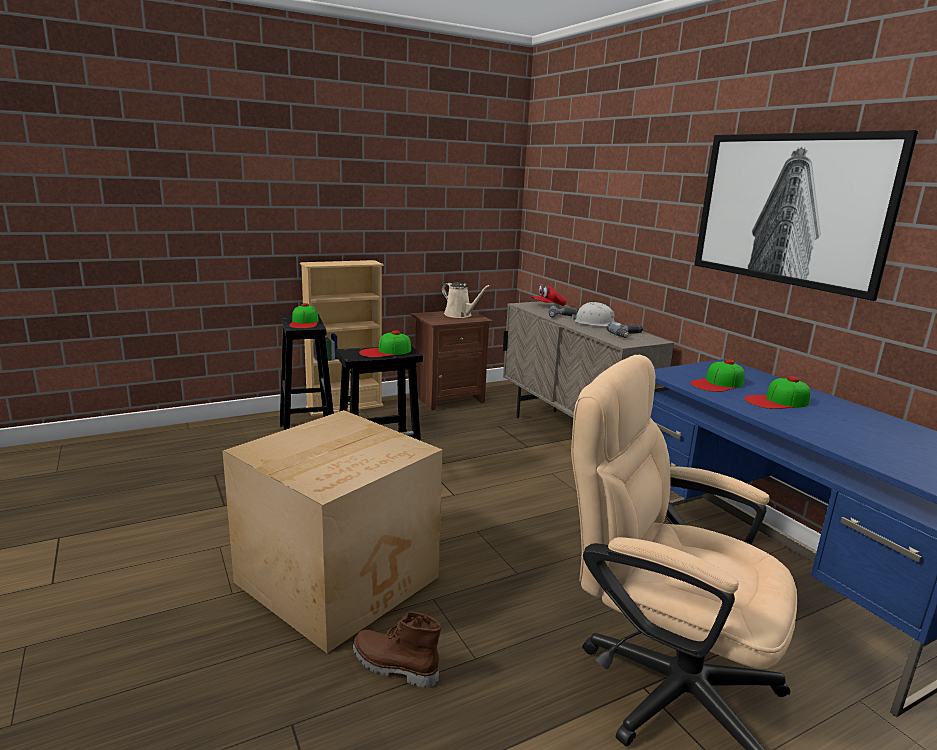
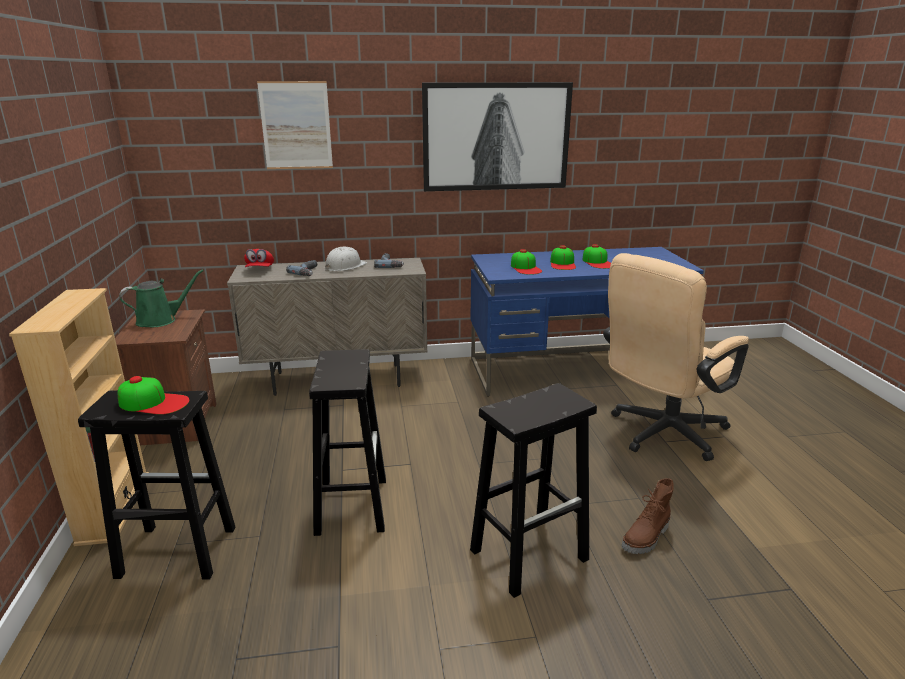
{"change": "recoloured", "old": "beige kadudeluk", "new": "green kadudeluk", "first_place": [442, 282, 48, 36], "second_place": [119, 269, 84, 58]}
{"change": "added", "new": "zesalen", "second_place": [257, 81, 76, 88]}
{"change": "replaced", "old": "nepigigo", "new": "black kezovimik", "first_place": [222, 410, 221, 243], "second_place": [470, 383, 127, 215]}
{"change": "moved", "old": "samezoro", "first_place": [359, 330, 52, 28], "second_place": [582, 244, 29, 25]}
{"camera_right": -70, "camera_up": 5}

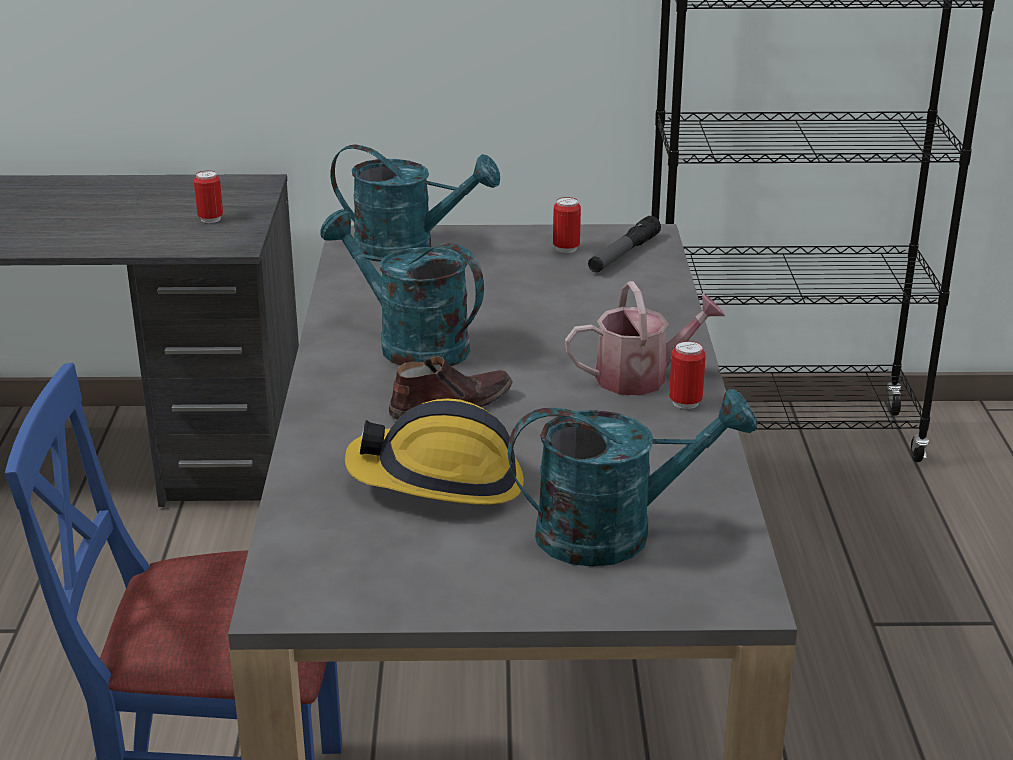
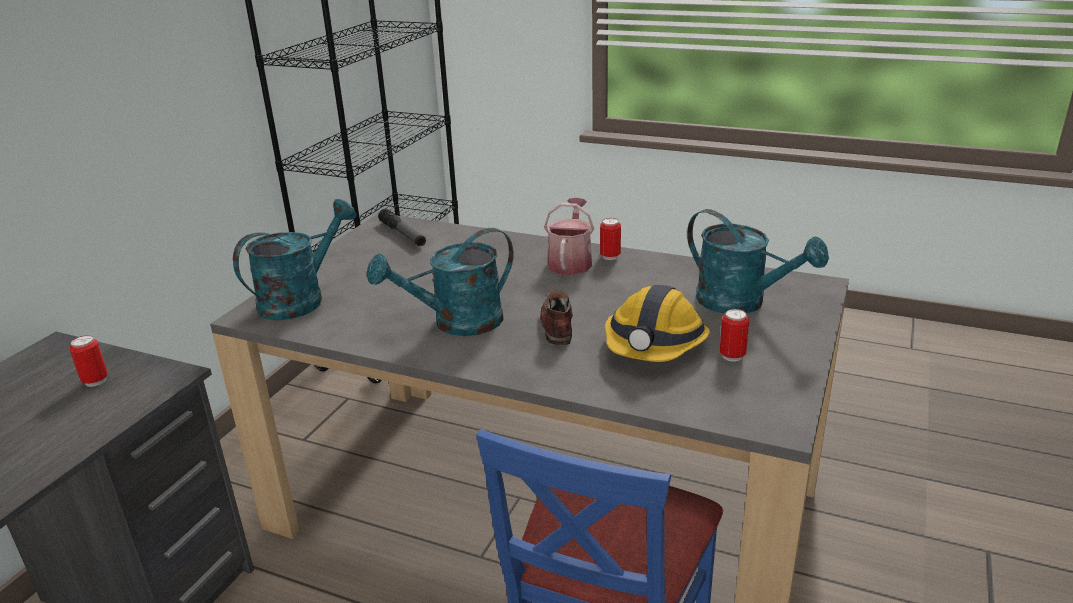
{"change": "turned", "old": "turquoise kadudeluk", "first_place": [508, 389, 249, 178], "second_place": [687, 209, 142, 105], "degrees": 120}
{"change": "moved", "old": "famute", "first_place": [553, 197, 28, 56], "second_place": [720, 309, 29, 53]}
{"camera_right": -65, "camera_up": 0}

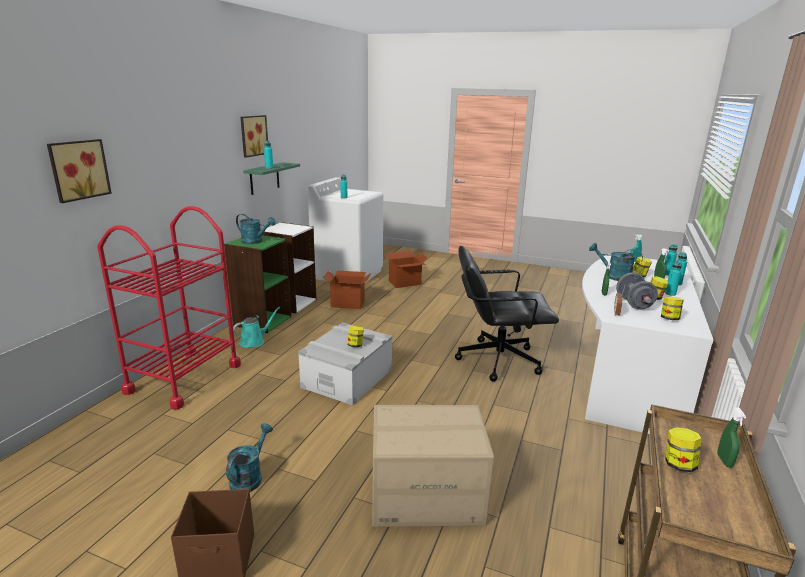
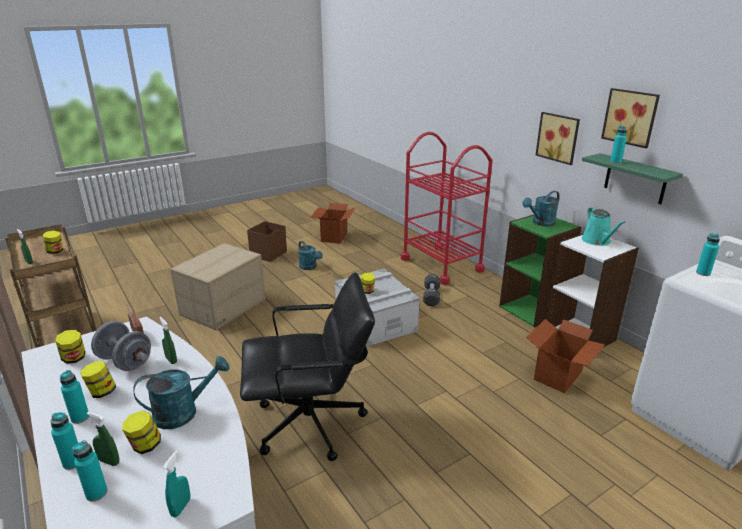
{"change": "turned", "old": "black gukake", "first_place": [455, 246, 104, 136], "second_place": [240, 272, 135, 189], "degrees": 45}
{"change": "moved", "old": "nepigigo", "first_place": [385, 251, 43, 37], "second_place": [311, 203, 45, 41]}
{"change": "added", "new": "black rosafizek", "second_place": [423, 274, 17, 32]}
{"change": "moved", "old": "zesalen", "first_place": [47, 139, 65, 64], "second_place": [536, 112, 44, 53]}
{"change": "moved", "old": "turquoise kadudeluk", "first_place": [233, 307, 47, 41], "second_place": [582, 207, 43, 39]}
{"camera_right": 125, "camera_up": 5}

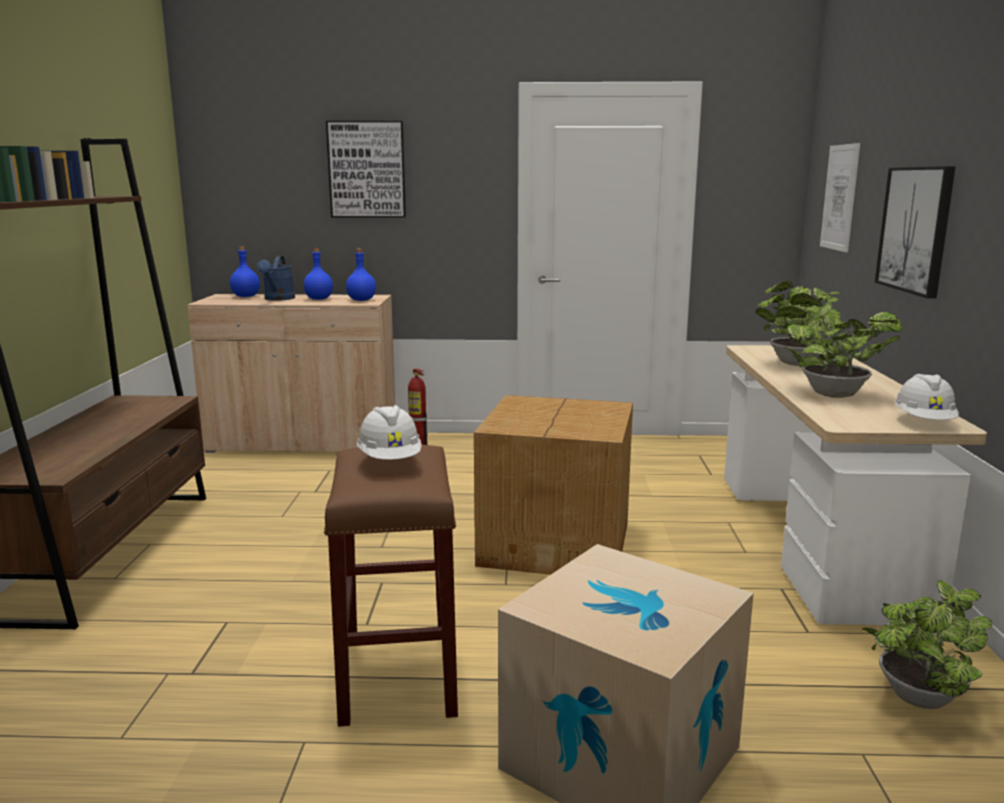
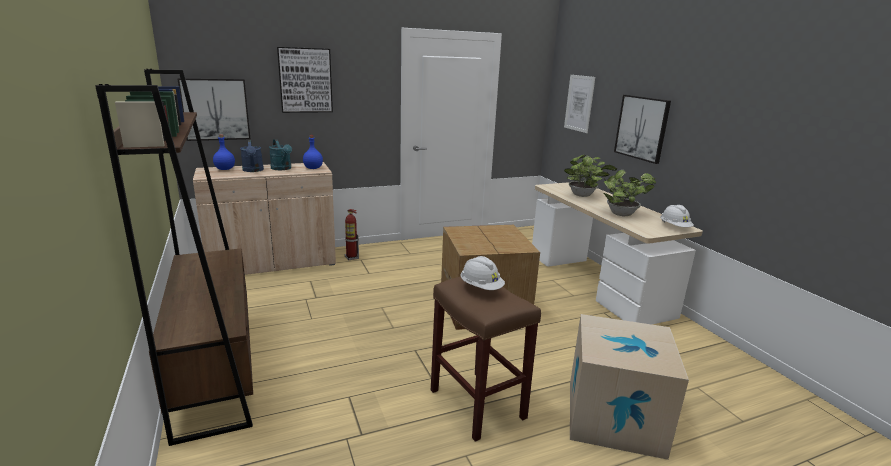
{"change": "added", "new": "zesalen", "second_place": [177, 78, 74, 63]}
{"change": "replaced", "old": "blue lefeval", "new": "turquoise kadudeluk", "first_place": [303, 248, 30, 52], "second_place": [269, 139, 23, 31]}
{"change": "removed", "old": "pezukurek", "first_place": [862, 580, 130, 129]}
{"camera_right": -25, "camera_up": 5}

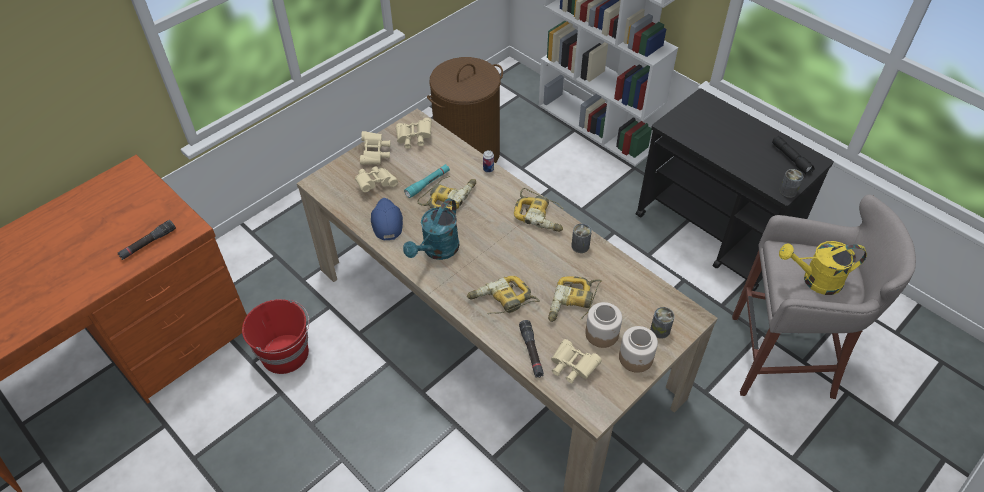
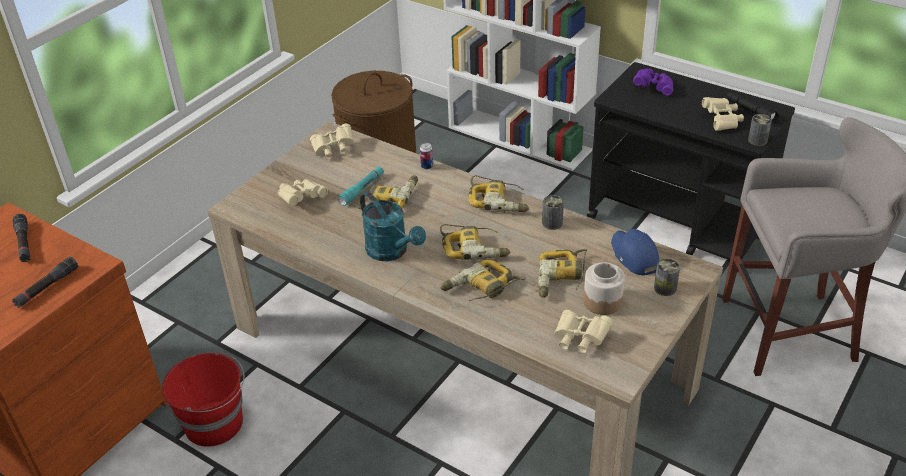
{"change": "moved", "old": "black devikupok", "first_place": [519, 320, 25, 58], "second_place": [13, 214, 17, 48]}
{"change": "turned", "old": "turquoise kadudeluk", "first_place": [403, 198, 57, 62], "second_place": [360, 192, 66, 69], "degrees": -60}
{"change": "added", "new": "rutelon", "second_place": [440, 224, 71, 36]}
{"change": "moved", "old": "blue samezoro", "first_place": [371, 198, 32, 42], "second_place": [611, 229, 48, 47]}
{"change": "added", "new": "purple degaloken", "second_place": [633, 69, 41, 27]}
{"change": "moved", "old": "beige degaloken", "first_place": [360, 131, 30, 34], "second_place": [702, 97, 42, 34]}
{"change": "removed", "old": "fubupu", "first_place": [619, 326, 39, 47]}
{"change": "removed", "old": "yellow kadudeluk", "first_place": [779, 241, 88, 54]}
{"camera_right": -10, "camera_up": -10}

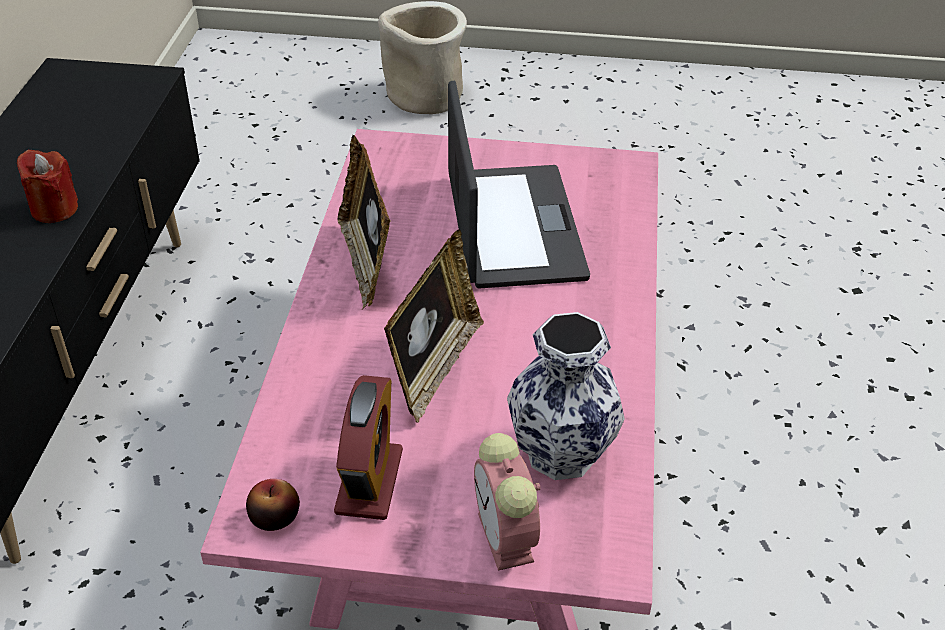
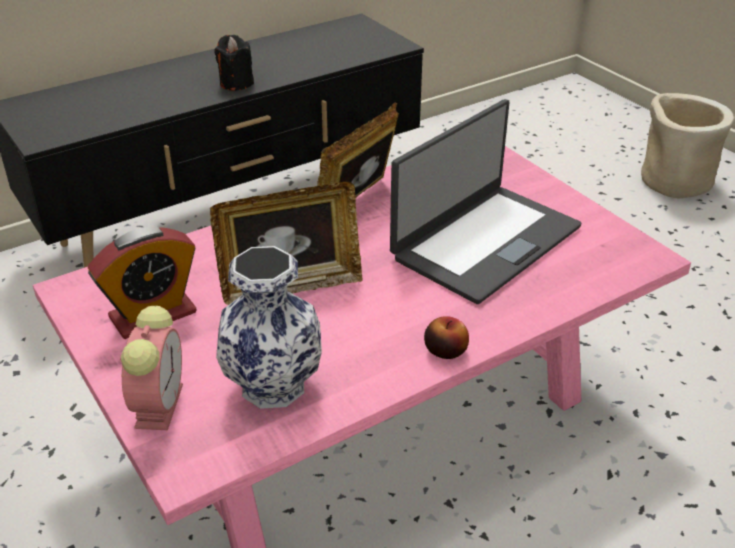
{"change": "turned", "old": "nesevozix", "first_place": [474, 433, 67, 138], "second_place": [120, 306, 63, 124], "degrees": 150}
{"change": "recoloured", "old": "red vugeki", "new": "black vugeki", "first_place": [17, 149, 61, 74], "second_place": [214, 35, 40, 56]}
{"change": "moved", "old": "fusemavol", "first_place": [246, 479, 54, 52], "second_place": [424, 316, 45, 43]}
{"camera_right": 50, "camera_up": -5}

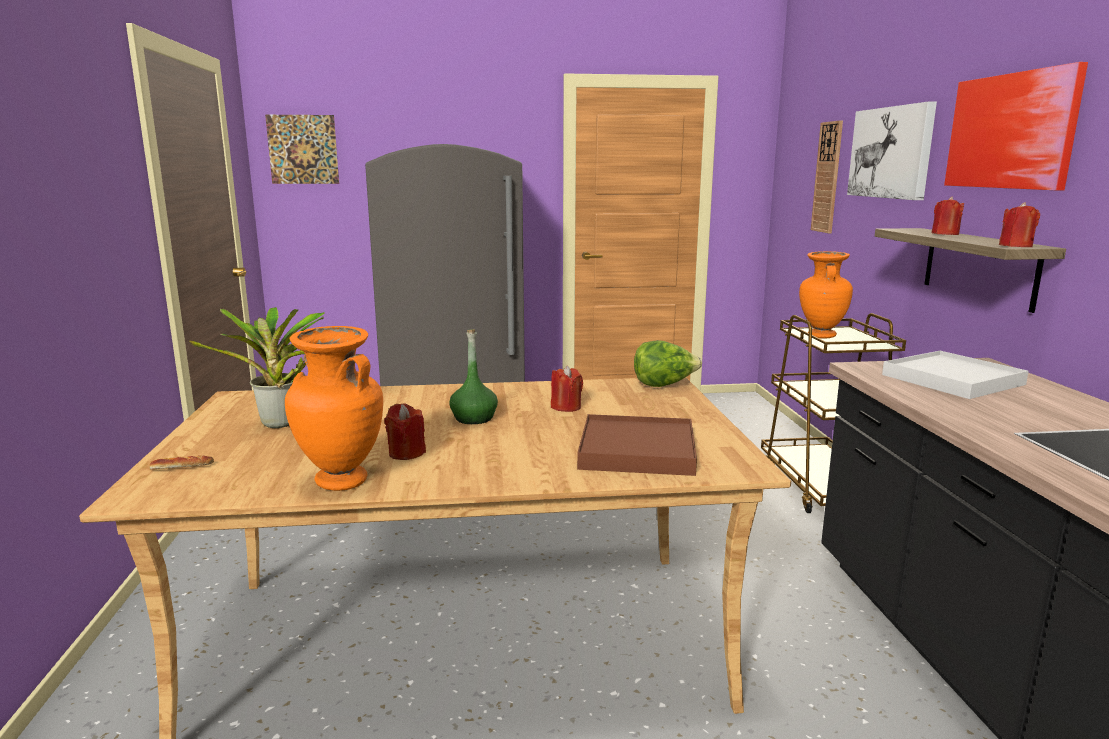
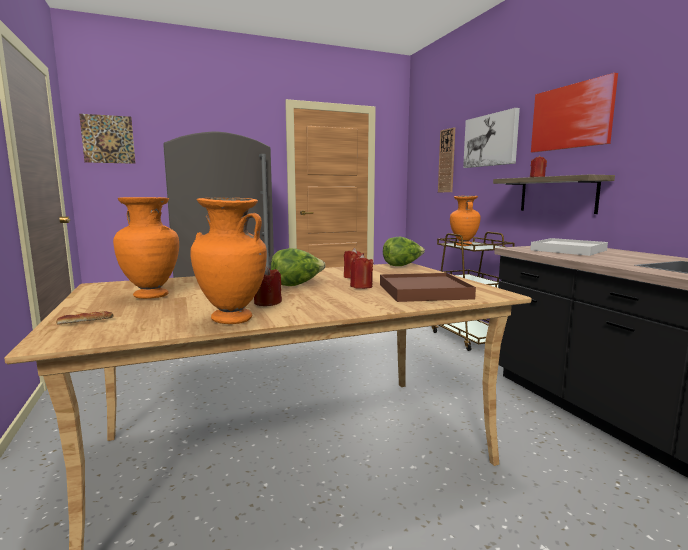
{"change": "replaced", "old": "pezukurek", "new": "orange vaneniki", "first_place": [189, 307, 136, 121], "second_place": [113, 197, 66, 102]}
{"change": "replaced", "old": "green lefeval", "new": "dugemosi", "first_place": [449, 329, 49, 95], "second_place": [271, 248, 54, 38]}
{"change": "moved", "old": "red vugeki", "first_place": [999, 202, 41, 45], "second_place": [350, 254, 23, 35]}
{"camera_right": -15, "camera_up": -5}

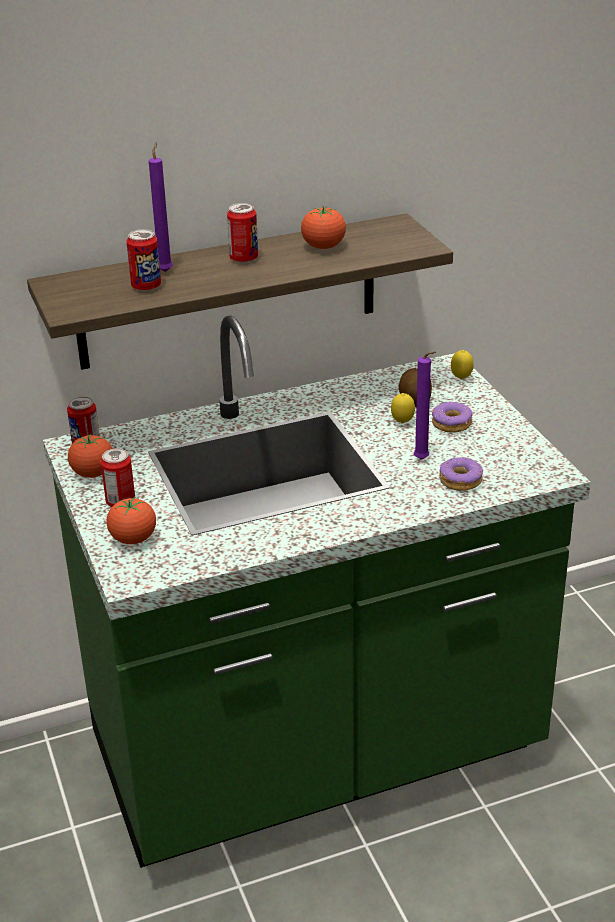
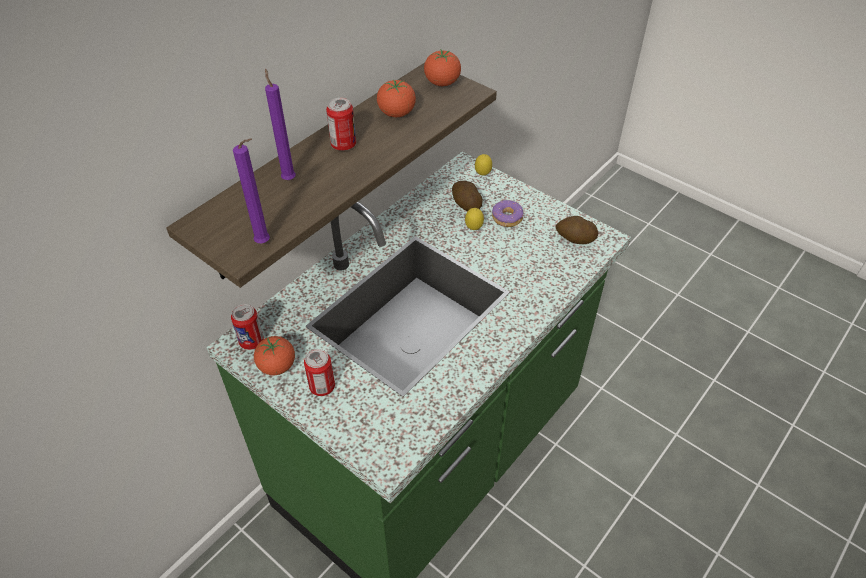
{"change": "moved", "old": "purple vugeki", "first_place": [414, 351, 22, 109], "second_place": [233, 138, 37, 105]}
{"change": "moved", "old": "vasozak", "first_place": [107, 496, 49, 48], "second_place": [424, 49, 37, 37]}
{"change": "added", "new": "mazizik", "second_place": [556, 216, 43, 28]}
{"change": "removed", "old": "famute", "first_place": [126, 229, 35, 62]}
{"change": "removed", "old": "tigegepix", "first_place": [439, 457, 45, 34]}
{"camera_right": -30, "camera_up": 15}

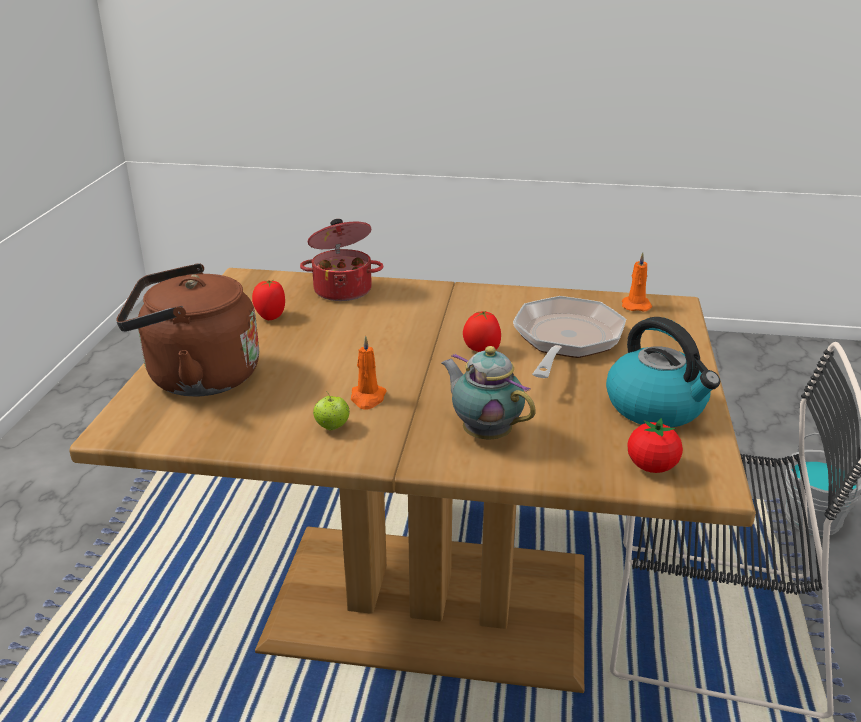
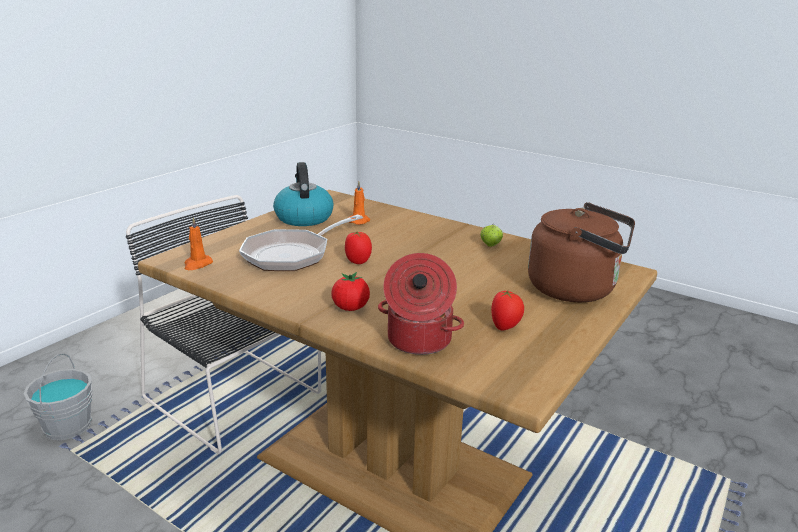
{"change": "moved", "old": "vasozak", "first_place": [628, 418, 55, 55], "second_place": [331, 272, 39, 39]}
{"change": "moved", "old": "orange vugeki", "first_place": [351, 335, 36, 75], "second_place": [348, 182, 22, 43]}
{"change": "removed", "old": "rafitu", "first_place": [441, 346, 95, 93]}
{"camera_right": -155, "camera_up": -5}

